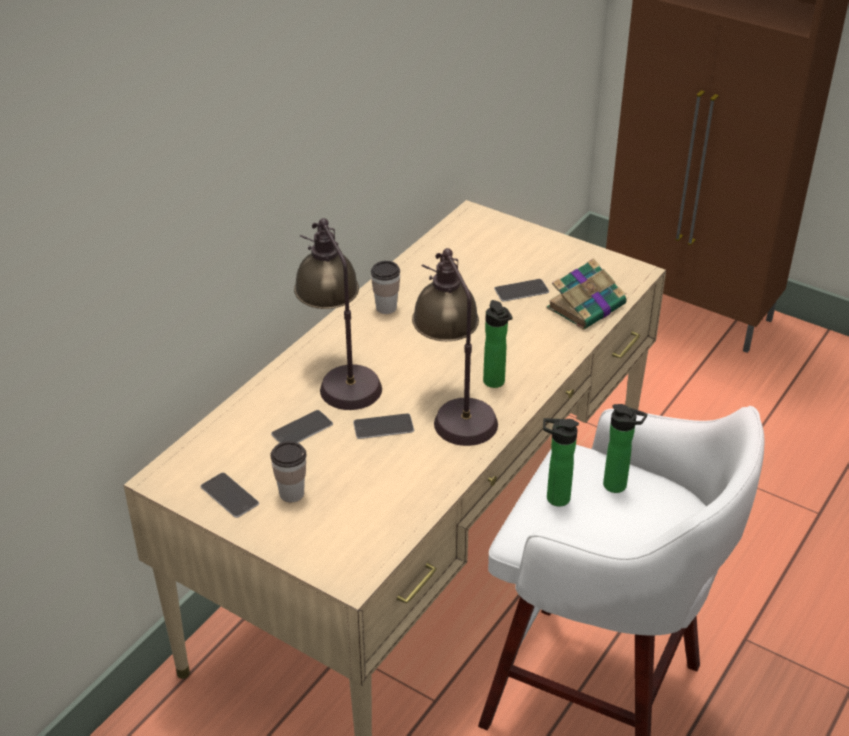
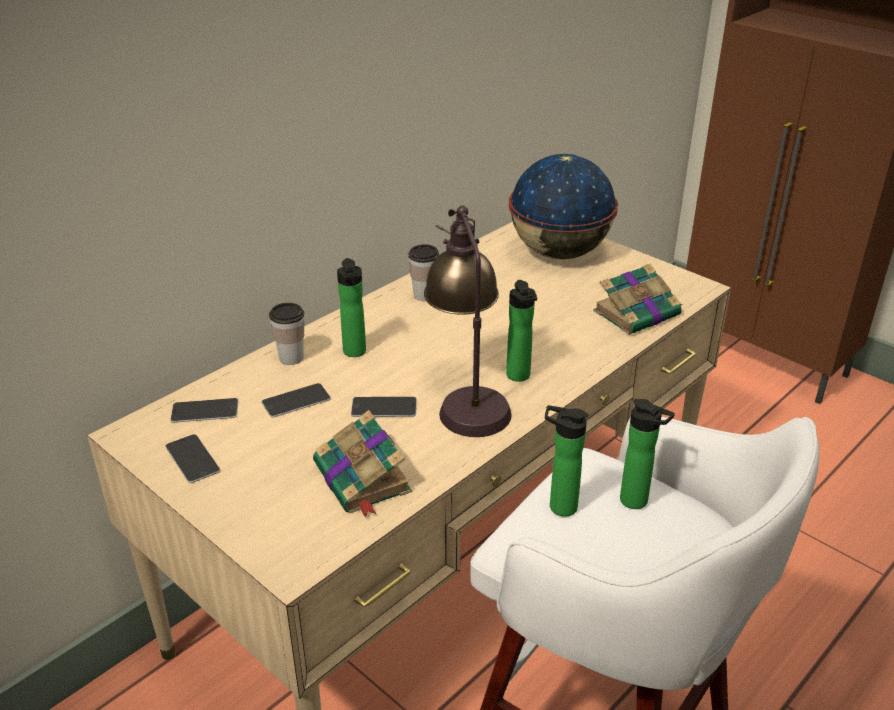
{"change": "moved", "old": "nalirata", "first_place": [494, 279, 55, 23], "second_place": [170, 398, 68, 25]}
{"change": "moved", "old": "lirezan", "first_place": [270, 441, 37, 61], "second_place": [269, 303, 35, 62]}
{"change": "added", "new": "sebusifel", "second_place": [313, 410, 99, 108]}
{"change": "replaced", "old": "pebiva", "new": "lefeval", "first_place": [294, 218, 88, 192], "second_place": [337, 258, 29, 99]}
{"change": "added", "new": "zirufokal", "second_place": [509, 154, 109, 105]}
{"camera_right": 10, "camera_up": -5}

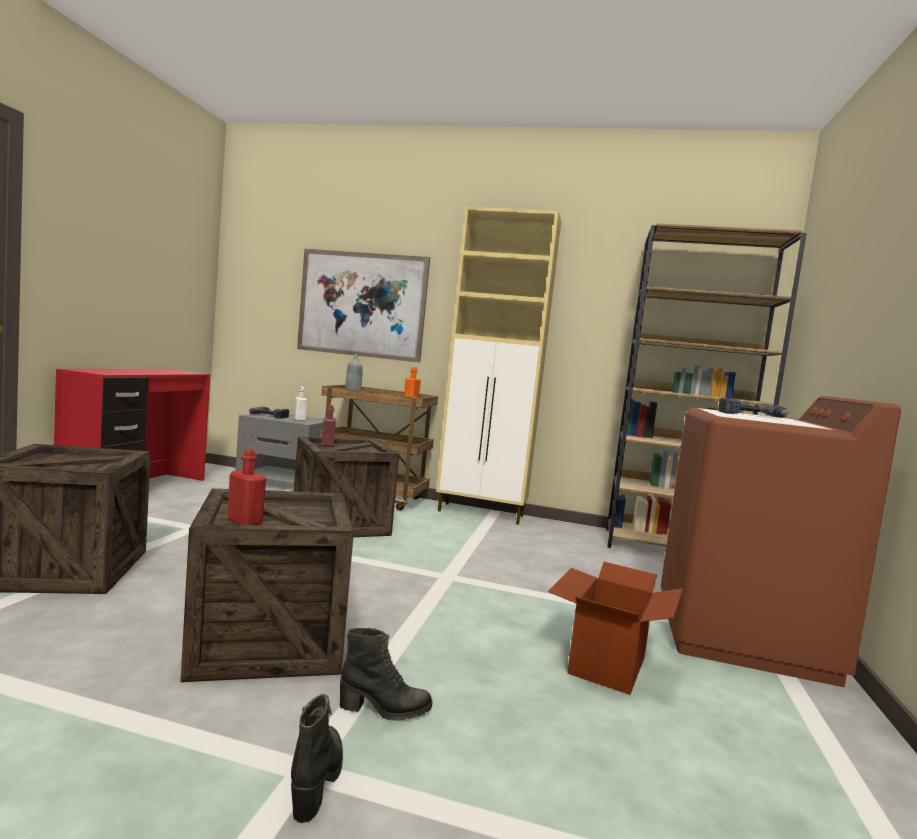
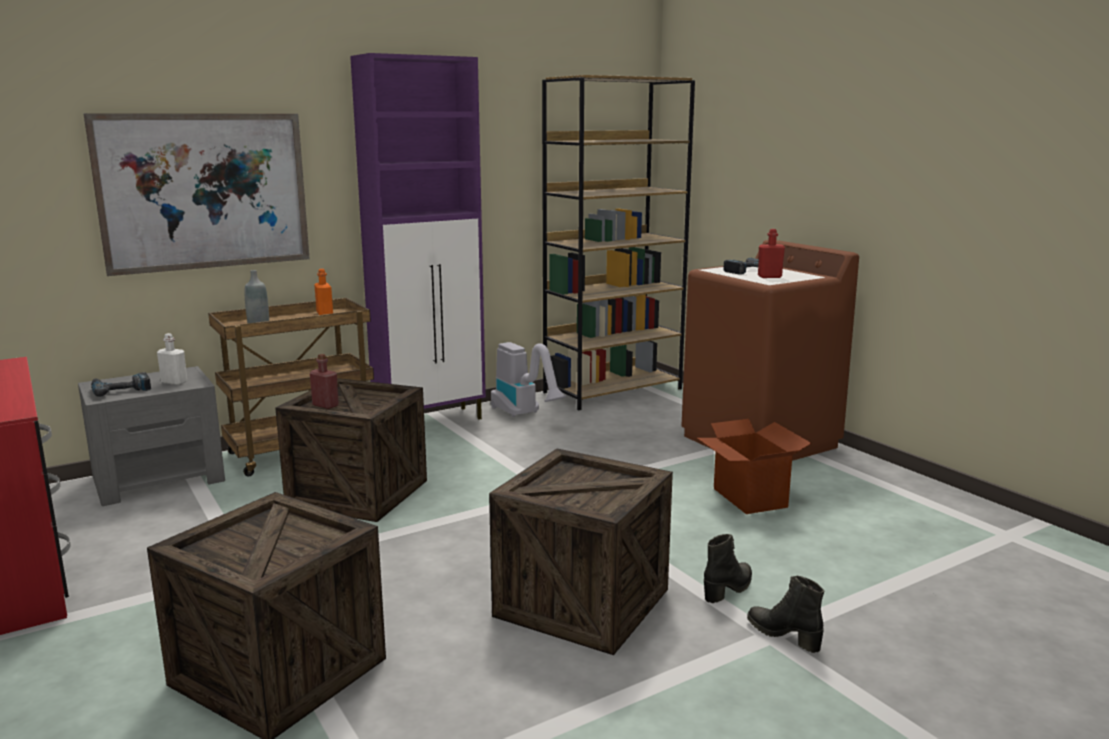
{"change": "recoloured", "old": "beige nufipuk", "new": "purple nufipuk", "first_place": [436, 207, 125, 318], "second_place": [350, 53, 136, 367]}
{"change": "added", "new": "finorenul", "second_place": [491, 342, 76, 75]}
{"change": "moved", "old": "red lefeval", "first_place": [227, 449, 39, 76], "second_place": [758, 229, 27, 49]}
{"camera_right": -45, "camera_up": 10}

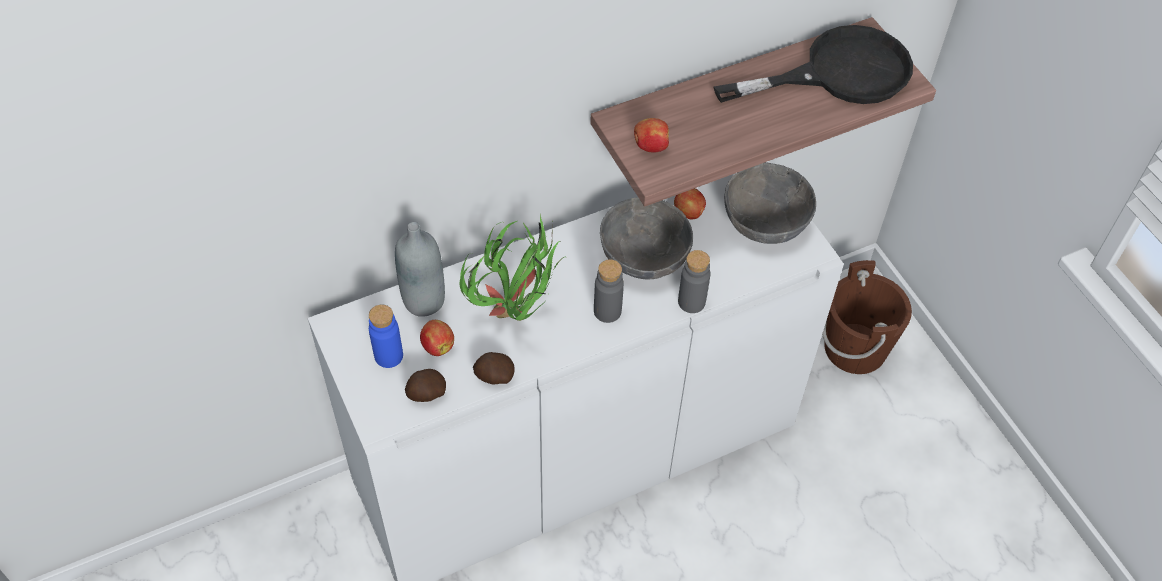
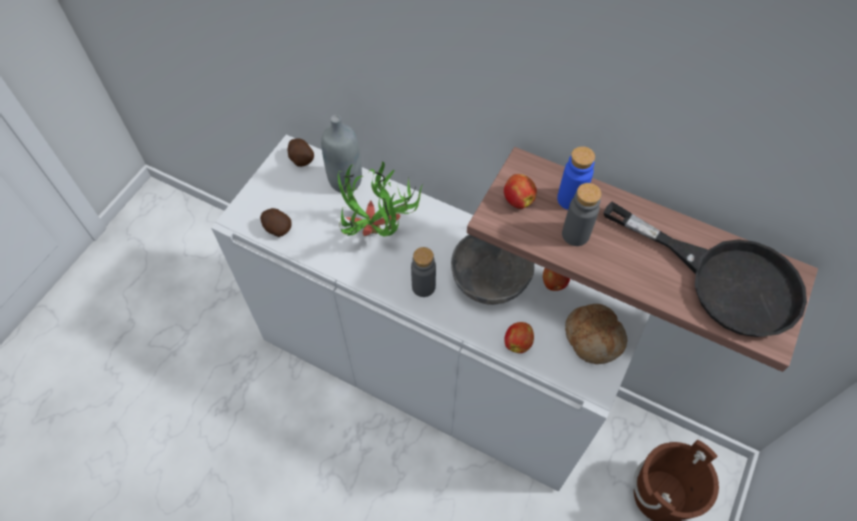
{"change": "moved", "old": "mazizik", "first_place": [473, 352, 42, 32], "second_place": [287, 138, 27, 29]}
{"change": "moved", "old": "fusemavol", "first_place": [420, 320, 34, 36], "second_place": [504, 322, 30, 31]}
{"change": "moved", "old": "blue lefeval", "first_place": [369, 305, 34, 63], "second_place": [557, 146, 38, 64]}
{"change": "moved", "old": "grey lefeval", "first_place": [678, 250, 32, 63], "second_place": [562, 183, 40, 63]}
{"change": "replaced", "old": "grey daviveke", "new": "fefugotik", "first_place": [724, 162, 92, 82], "second_place": [565, 304, 62, 60]}
{"camera_right": 55, "camera_up": 5}

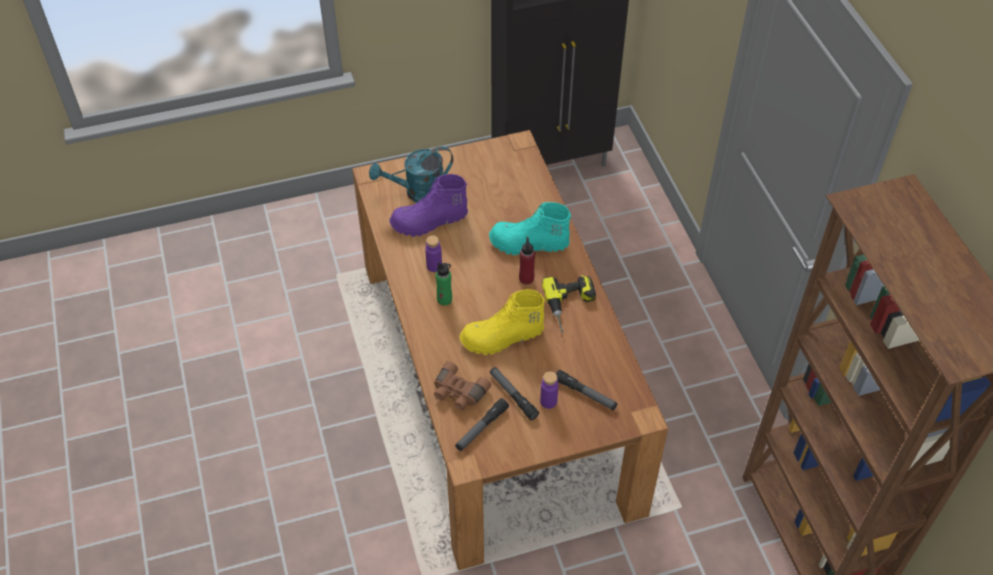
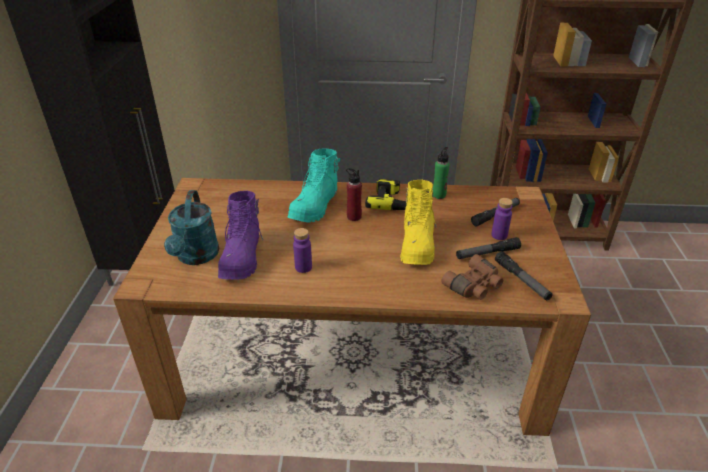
{"change": "moved", "old": "green lefeval", "first_place": [436, 262, 16, 44], "second_place": [433, 147, 17, 52]}
{"camera_right": -70, "camera_up": -15}

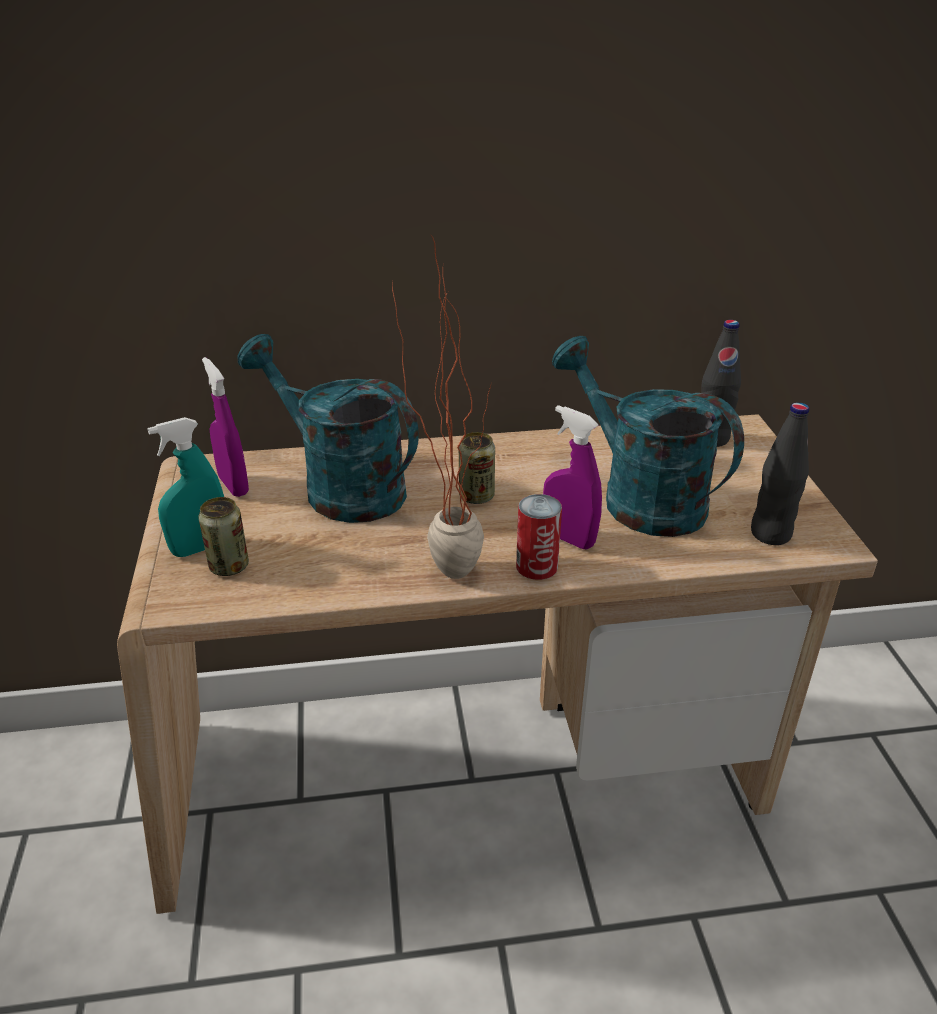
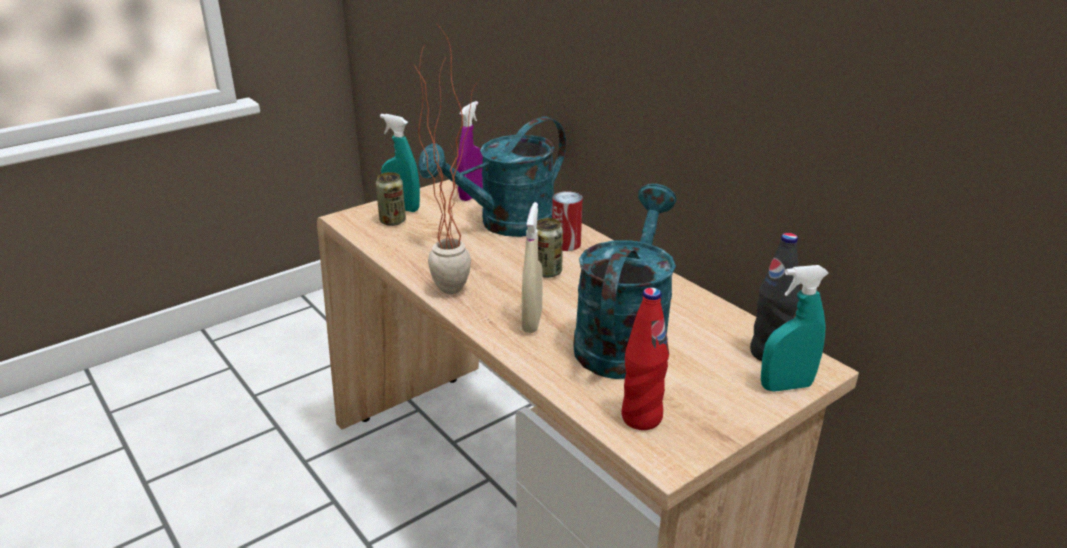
{"change": "turned", "old": "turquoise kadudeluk", "first_place": [237, 334, 182, 189], "second_place": [418, 117, 148, 120], "degrees": -135}
{"change": "recoloured", "old": "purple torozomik", "new": "beige torozomik", "first_place": [543, 405, 59, 144], "second_place": [522, 202, 21, 131]}
{"change": "moved", "old": "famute", "first_place": [516, 494, 46, 86], "second_place": [552, 191, 31, 60]}
{"change": "recoloured", "old": "black lefeval", "new": "red lefeval", "first_place": [751, 402, 58, 143], "second_place": [622, 287, 47, 143]}
{"change": "added", "new": "turquoise torozomik", "second_place": [761, 265, 68, 127]}
{"camera_right": 60, "camera_up": -5}

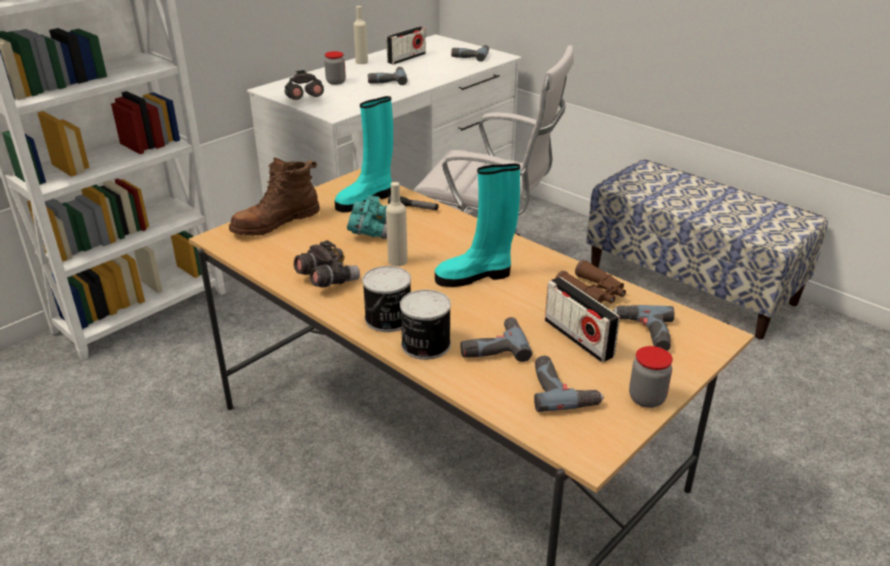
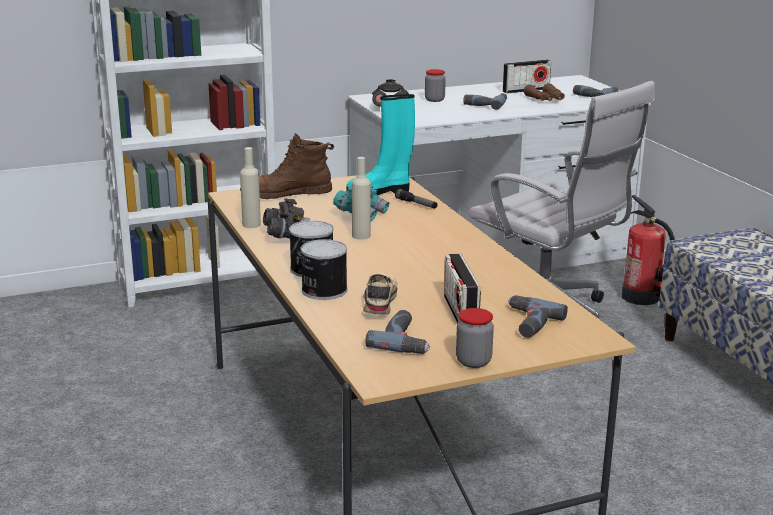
{"change": "moved", "old": "beige lefeval", "first_place": [353, 6, 15, 58], "second_place": [240, 147, 21, 81]}
{"change": "replaced", "old": "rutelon", "new": "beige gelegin", "first_place": [460, 317, 72, 45], "second_place": [363, 273, 34, 42]}
{"change": "moved", "old": "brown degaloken", "first_place": [555, 260, 71, 44], "second_place": [523, 83, 42, 18]}
{"change": "added", "new": "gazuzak", "second_place": [622, 195, 52, 110]}
{"change": "removed", "old": "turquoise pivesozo", "first_place": [435, 164, 85, 123]}
{"camera_right": 25, "camera_up": -10}

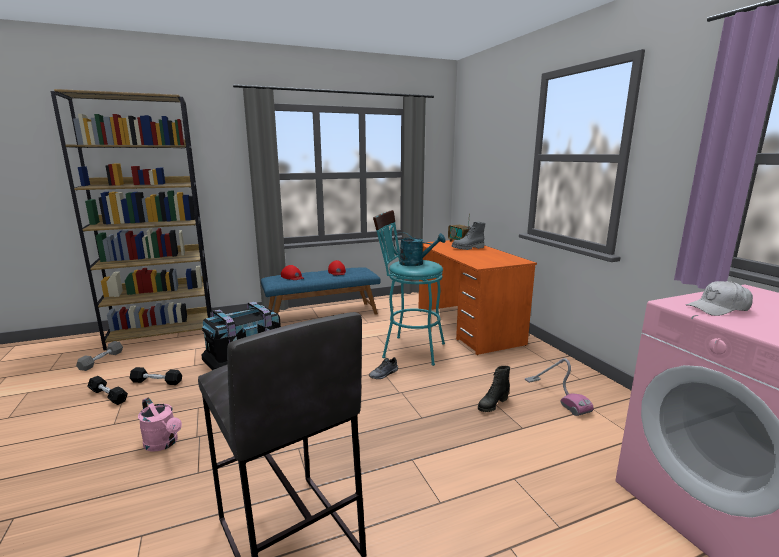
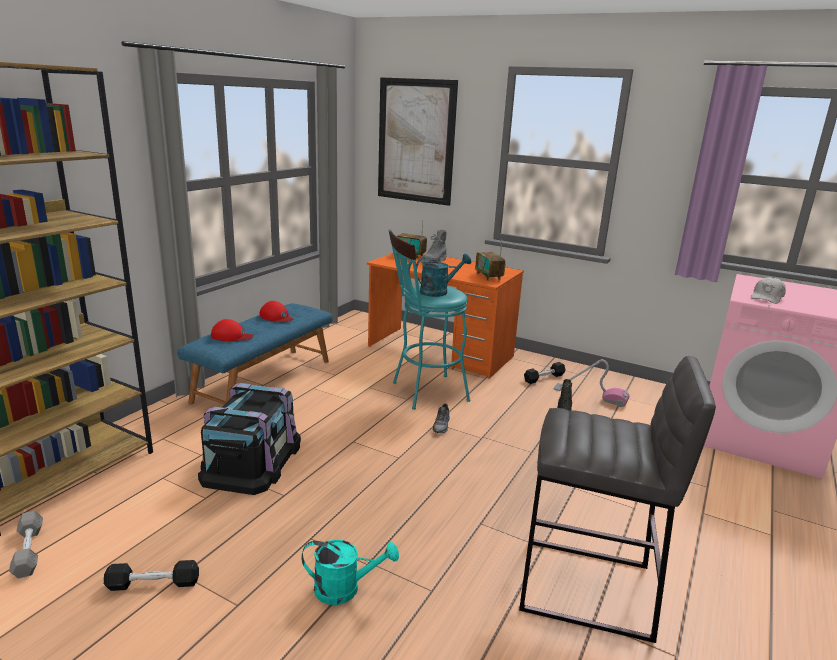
{"change": "recoloured", "old": "pink kadudeluk", "new": "turquoise kadudeluk", "first_place": [138, 398, 44, 54], "second_place": [301, 539, 98, 66]}
{"change": "added", "new": "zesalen", "second_place": [378, 77, 80, 129]}
{"change": "added", "new": "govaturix", "second_place": [475, 239, 31, 42]}
{"change": "moved", "old": "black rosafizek", "first_place": [130, 367, 52, 18], "second_place": [524, 362, 41, 22]}
{"camera_right": -40, "camera_up": 5}

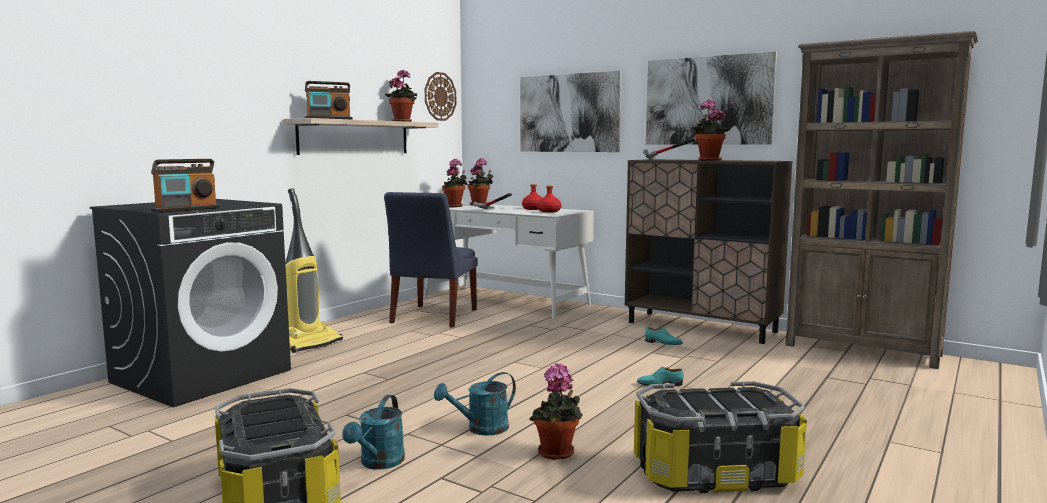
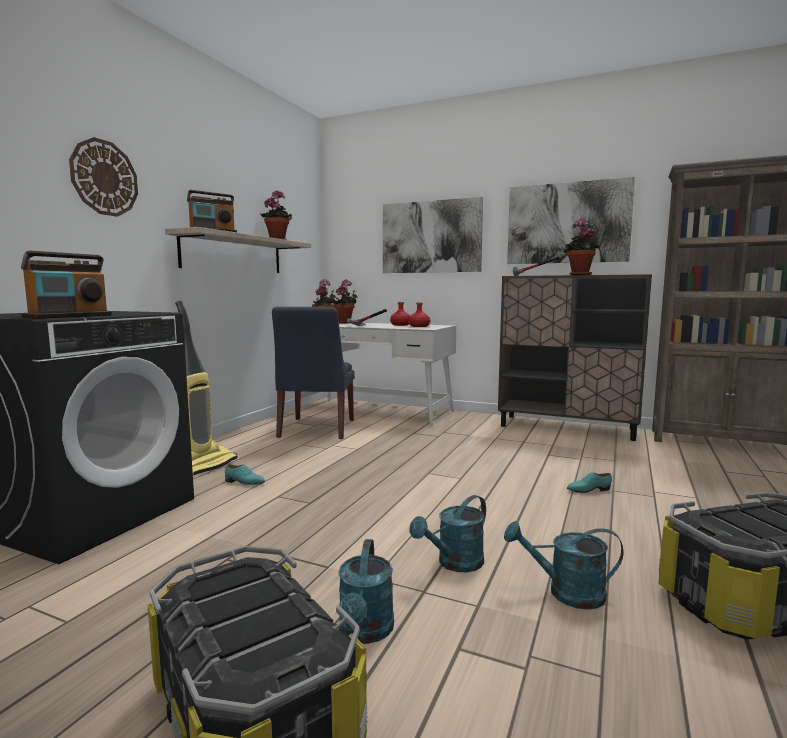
{"change": "moved", "old": "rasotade", "first_place": [425, 72, 31, 49], "second_place": [69, 137, 69, 80]}
{"change": "moved", "old": "turquoise gelegin", "first_place": [645, 327, 38, 18], "second_place": [225, 464, 40, 21]}
{"change": "replaced", "old": "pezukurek", "new": "turquoise kadudeluk", "first_place": [529, 363, 54, 97], "second_place": [504, 521, 120, 89]}
{"camera_right": -10, "camera_up": 0}

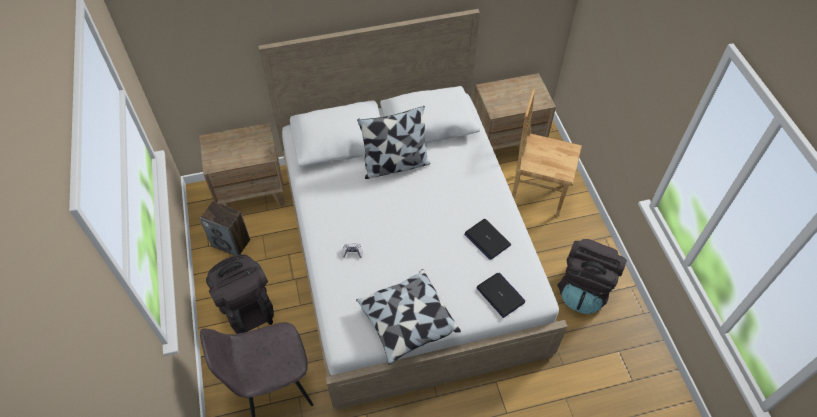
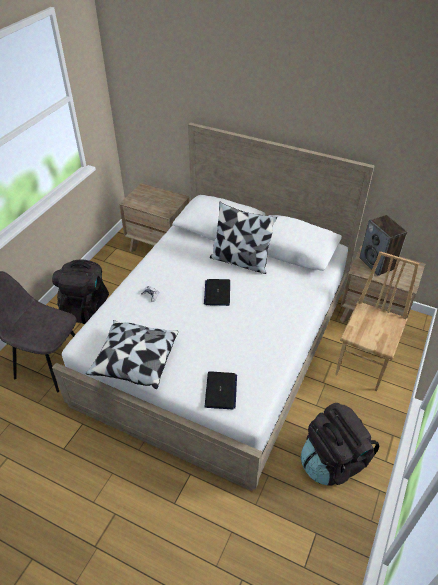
{"change": "moved", "old": "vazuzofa", "first_place": [464, 219, 47, 41], "second_place": [204, 279, 26, 27]}
{"change": "turned", "old": "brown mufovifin", "first_place": [512, 89, 70, 127], "second_place": [335, 251, 84, 140], "degrees": 60}
{"change": "moved", "old": "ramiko", "first_place": [199, 201, 51, 55], "second_place": [360, 215, 47, 61]}
{"camera_right": 40, "camera_up": -10}

